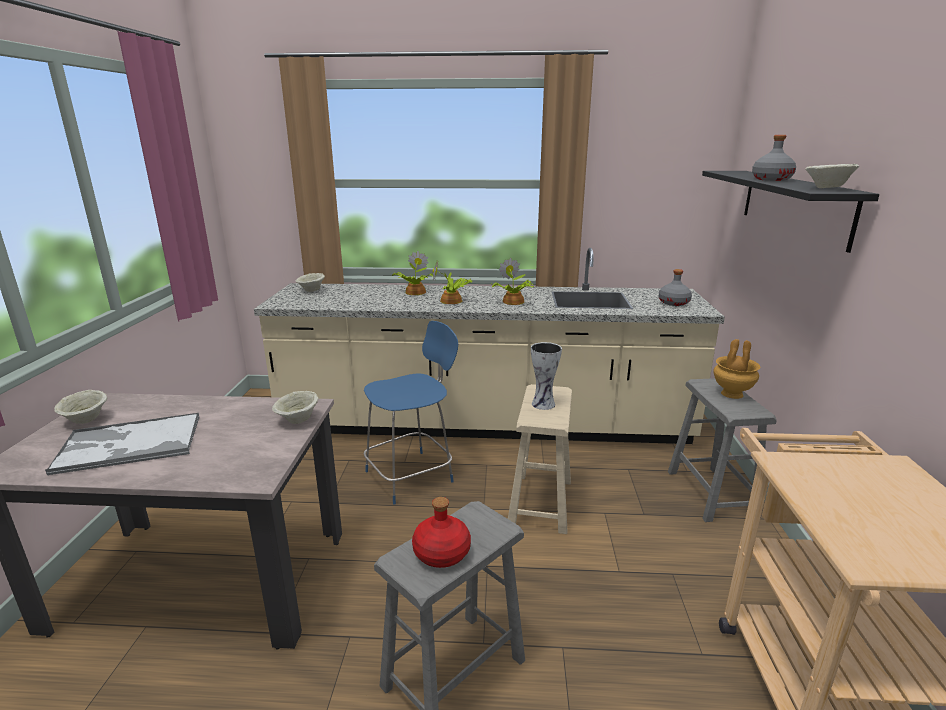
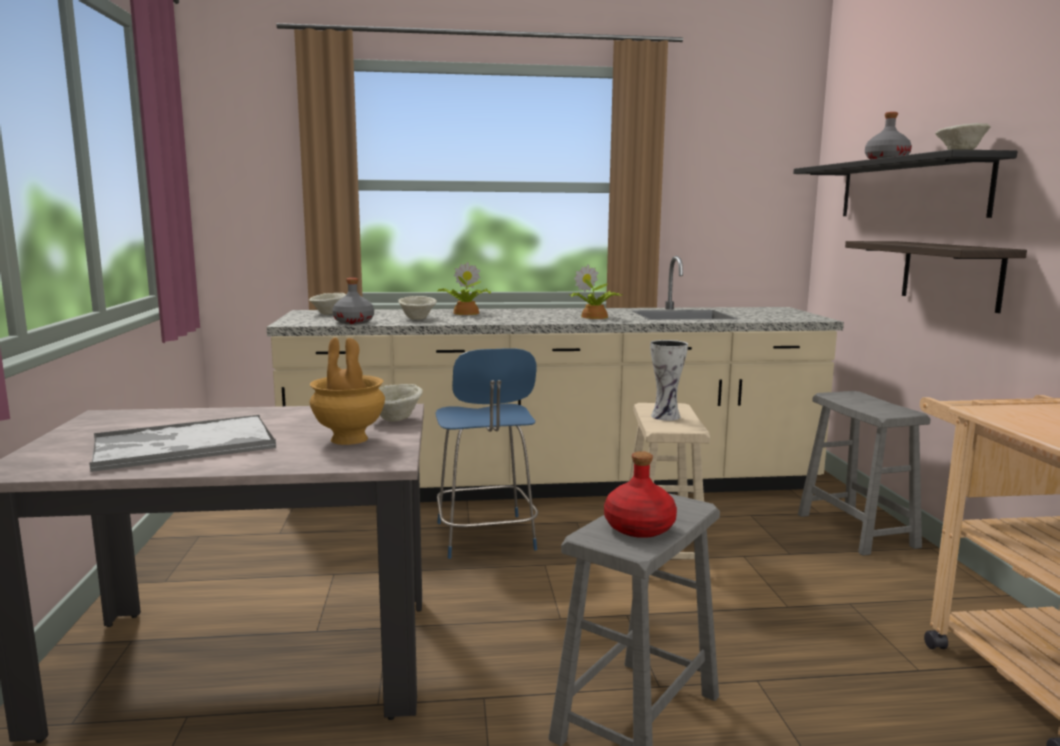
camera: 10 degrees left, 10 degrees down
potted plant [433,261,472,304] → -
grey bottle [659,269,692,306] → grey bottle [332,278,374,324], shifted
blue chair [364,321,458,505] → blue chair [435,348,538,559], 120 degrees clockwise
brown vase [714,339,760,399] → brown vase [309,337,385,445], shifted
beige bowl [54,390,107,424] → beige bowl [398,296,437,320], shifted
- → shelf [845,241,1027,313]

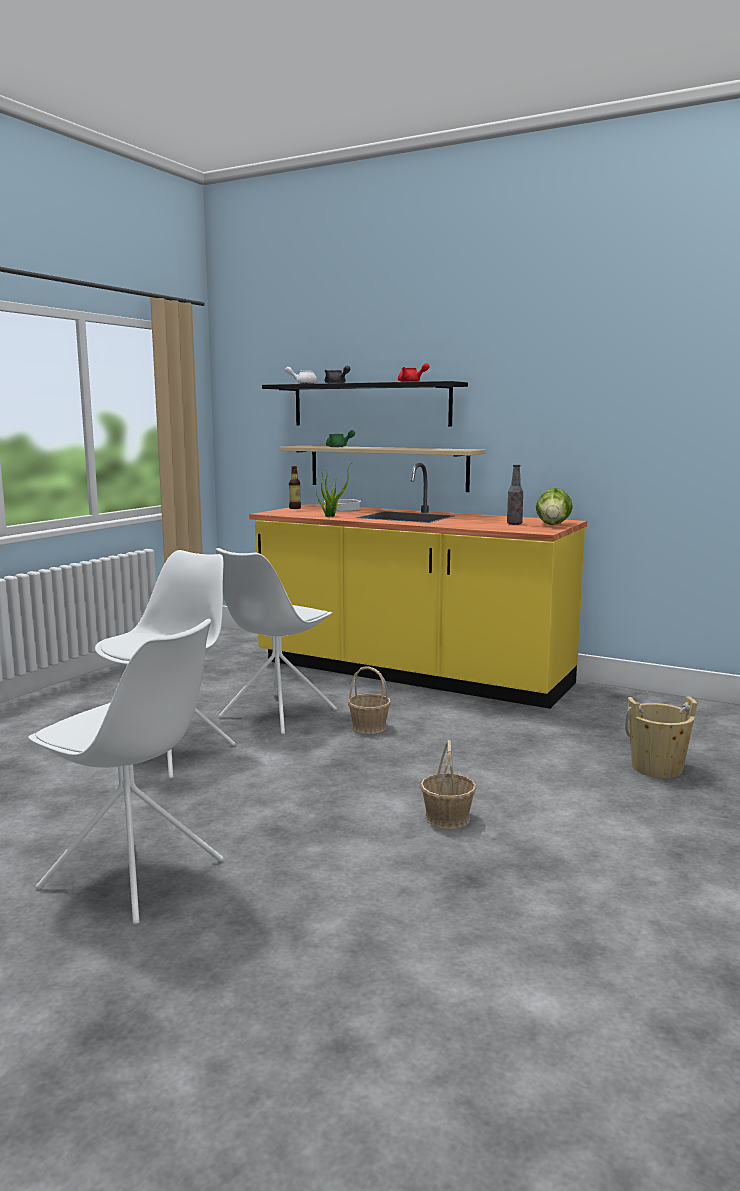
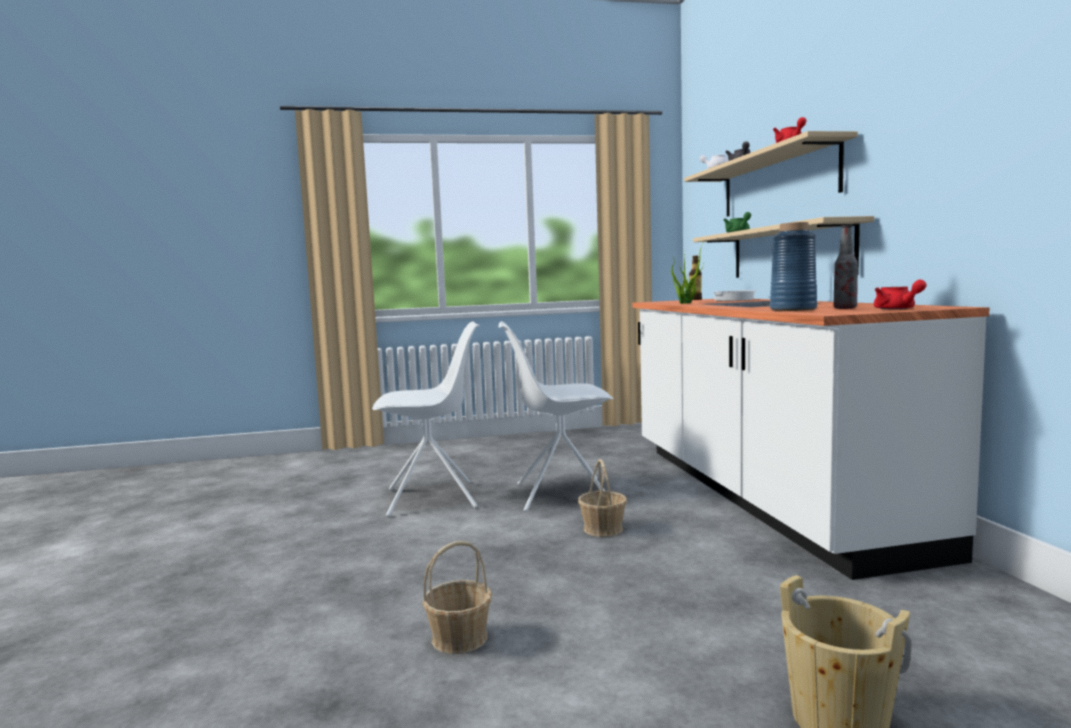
camera: 50 degrees right, 5 degrees down
black shelf [262,381,468,427] → beige shelf [684,131,858,216]
yellow counter [249,463,587,709] → white counter [632,299,990,580]
lettuce [536,488,573,525] → red teapot [874,280,927,310]
white chair [28,619,224,925] → -
- → blue vase [770,222,817,311]

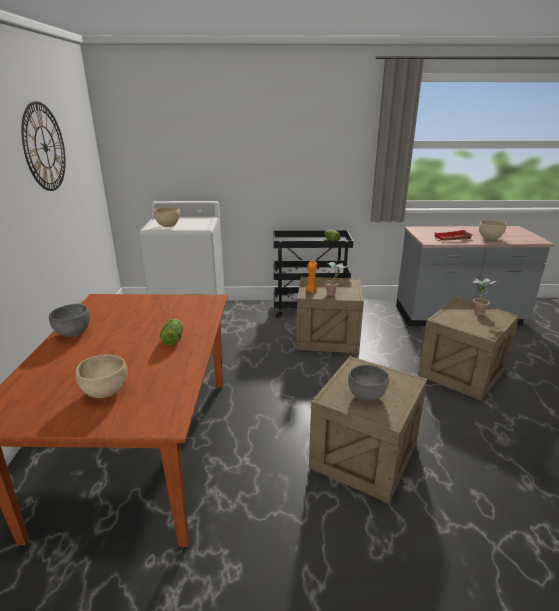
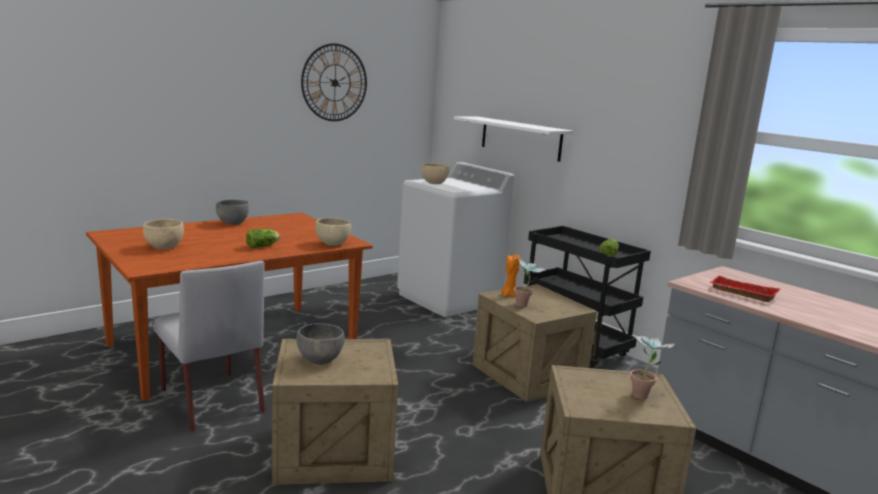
camera: 50 degrees right, 10 degrees down
beige bowl [479,220,507,240] → beige bowl [315,218,351,246], shifted
- → white shelf [454,116,573,162]
- → grey chair [153,261,265,432]

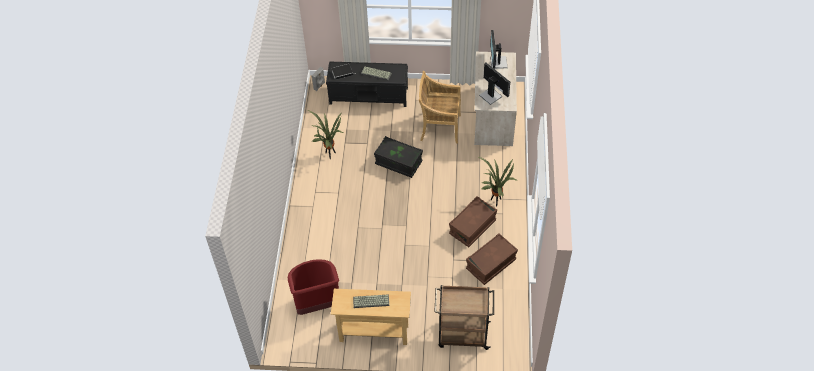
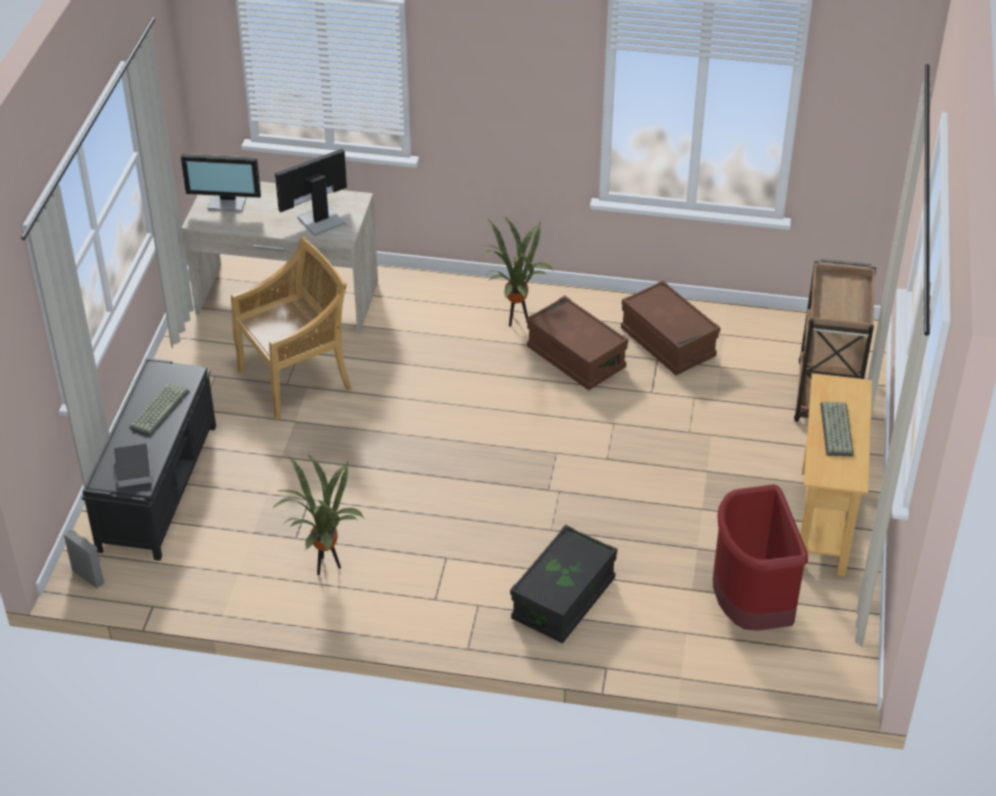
camera: 85 degrees left, 10 degrees down
beige chair [419,71,461,144] → beige chair [231,236,352,420], 135 degrees counterclockwise
black storage box [374,136,423,178] → black storage box [510,525,617,644], shifted

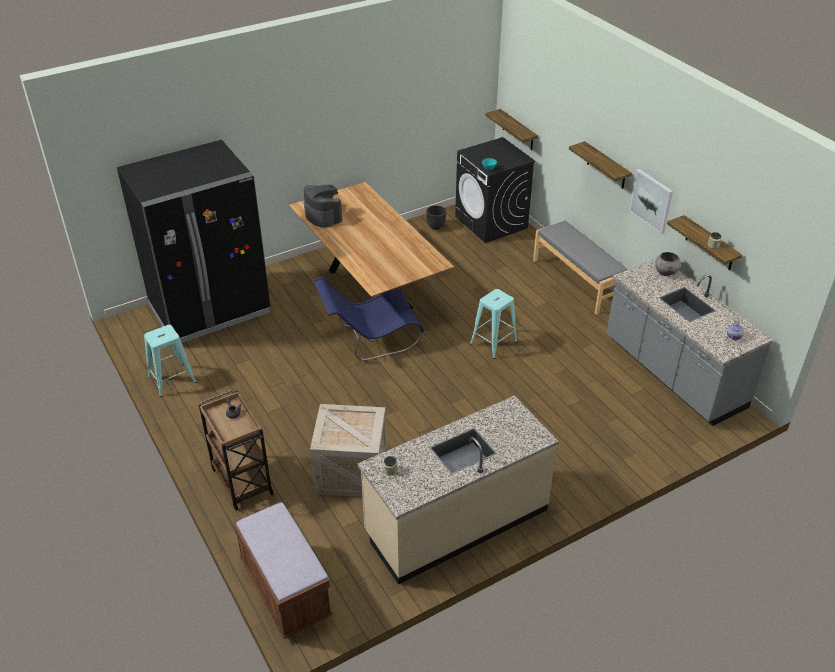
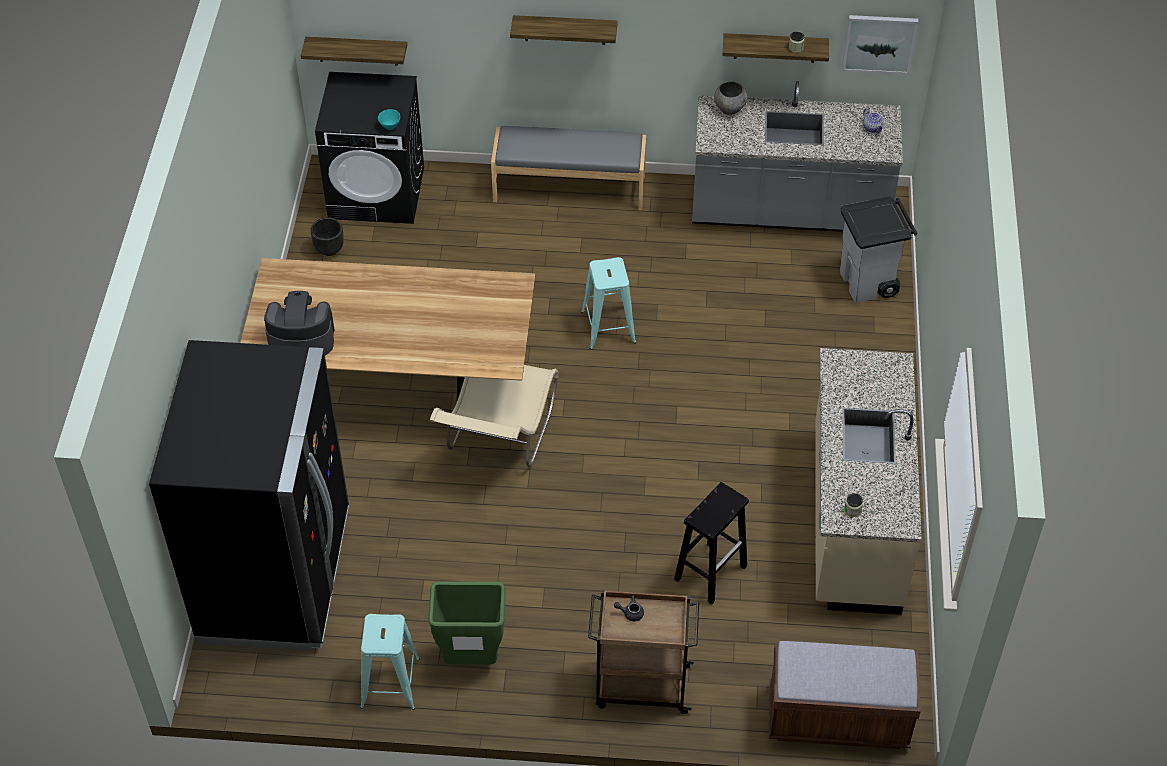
camera: 55 degrees left, 10 degrees up
picture [629,169,673,235] → picture [842,15,918,75], shifted
blue chair [313,278,424,361] → beige chair [430,365,558,467]
crate [310,404,387,497] → black stool [674,482,749,605]
- → grey trash can [840,196,917,303]
- → green trash can [428,581,506,664]

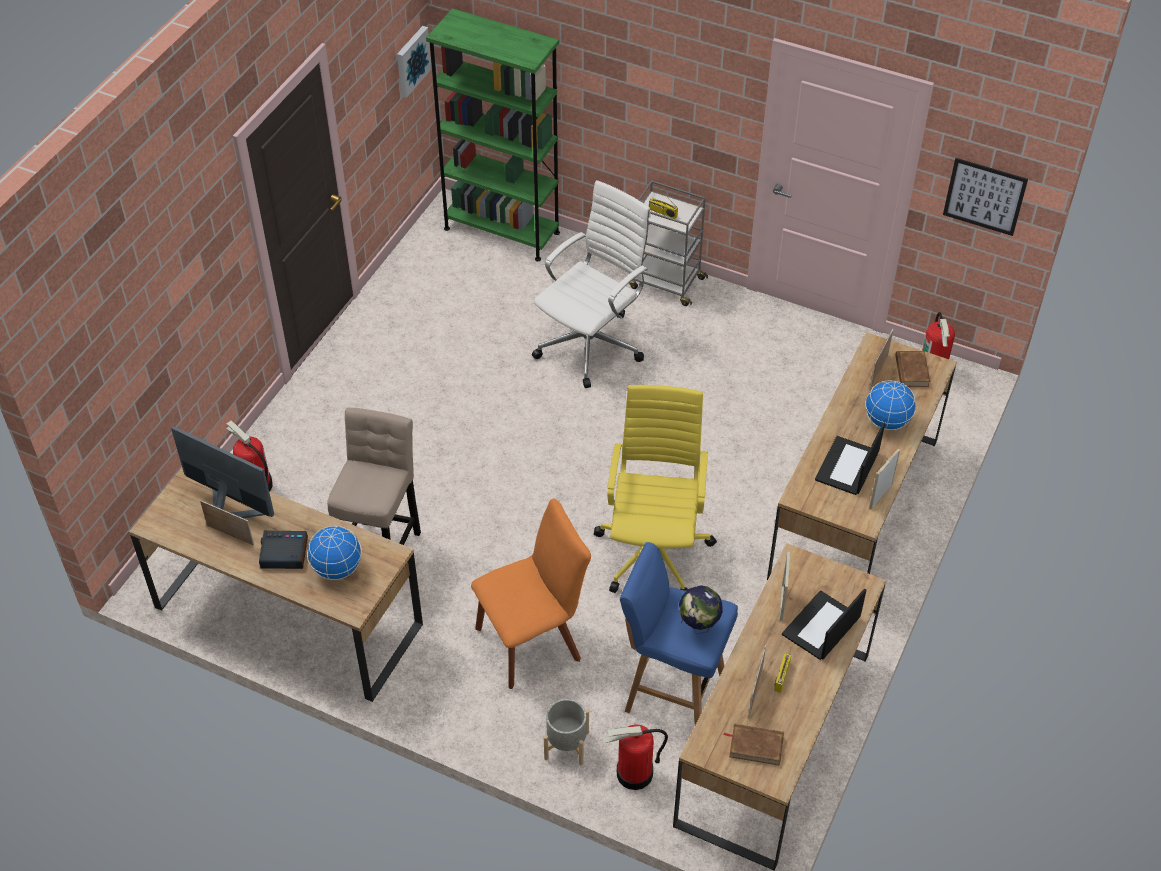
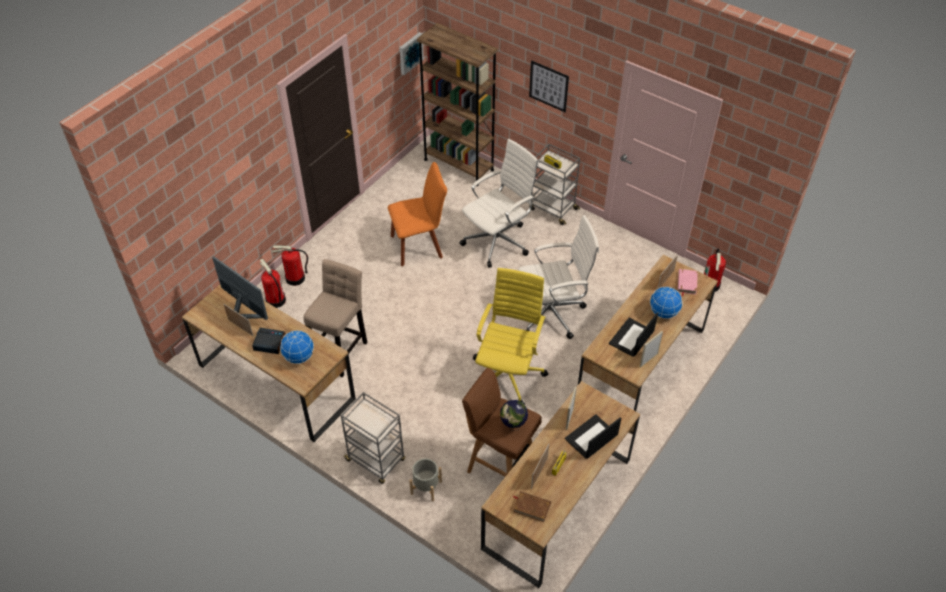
camera: 10 degrees right, 0 degrees up
green bookcase [426,8,560,261] → brown bookcase [417,23,498,186]
picture [943,158,1028,236] → picture [529,61,569,112], shifted
brown book [895,351,930,388] → pink book [678,269,698,297]
orange chair [471,499,591,689] → orange chair [388,162,447,266], shifted
blue stool [620,542,738,725] → brown stool [462,368,542,477]
fire extinguisher [603,724,668,790] → fire extinguisher [272,245,308,286], shifted
- → white office chair [518,215,599,339]
- → grey cart [341,392,405,484]

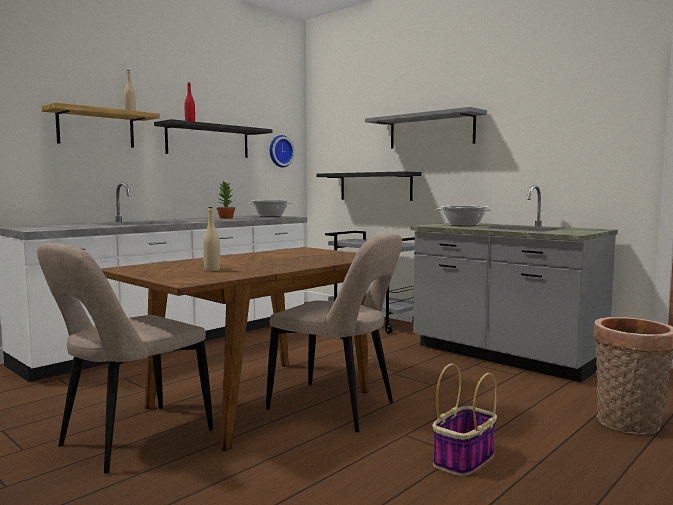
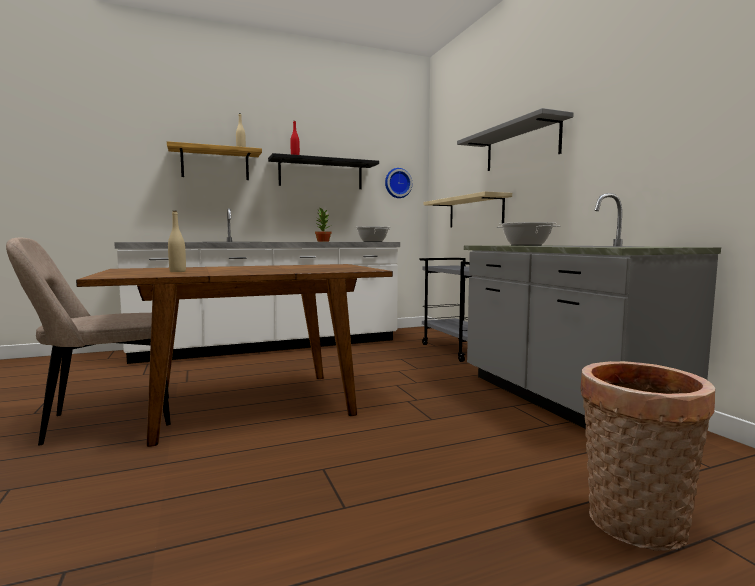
camera: 25 degrees right, 0 degrees up
black shelf [316,171,422,201] → beige shelf [424,191,512,228]
beige chair [266,233,402,432] → -
basket [432,364,497,476] → -

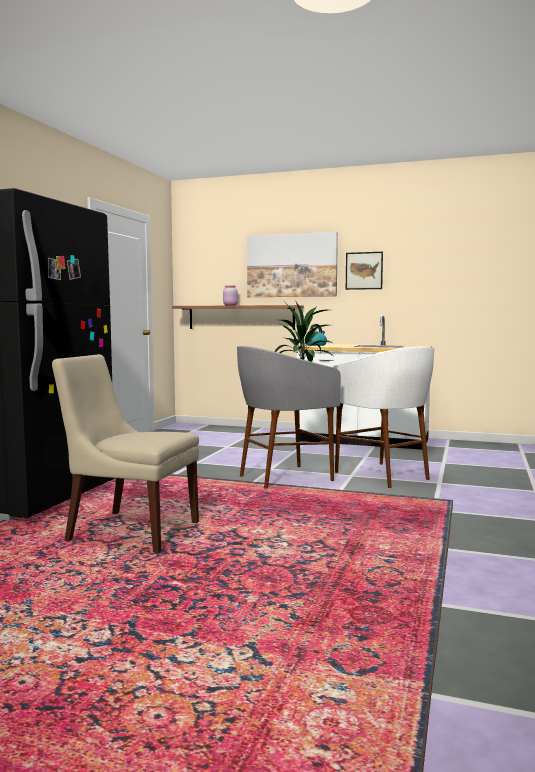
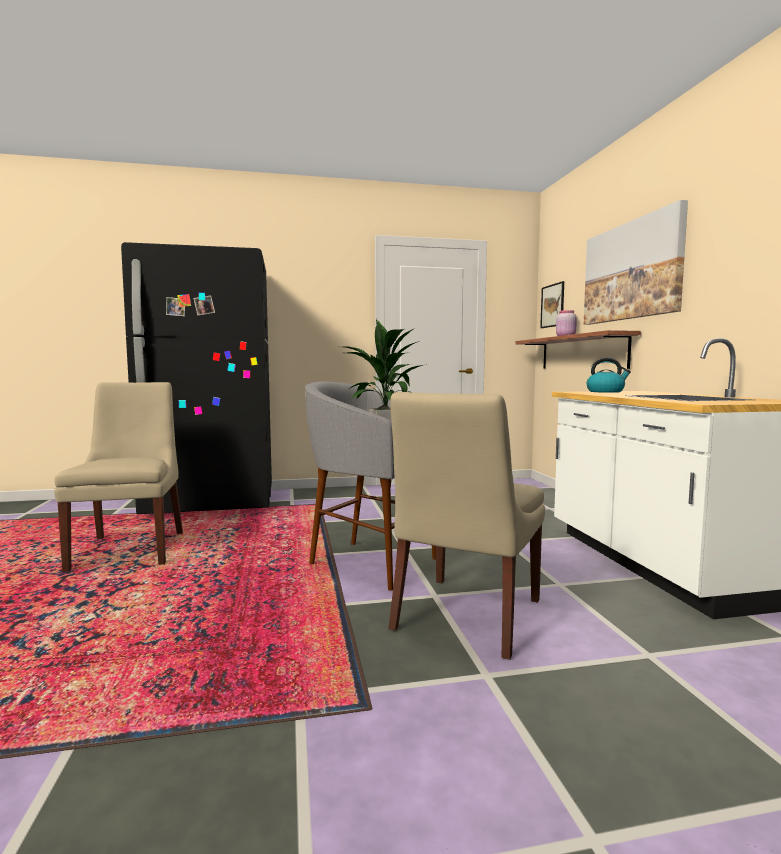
camera: 60 degrees right, 0 degrees up
picture [346,252,383,290] → picture [540,281,564,328], shifted
white stool [333,347,434,488] → beige chair [388,392,545,660]

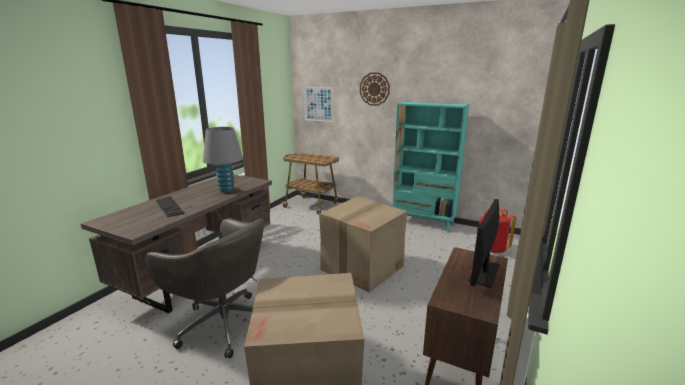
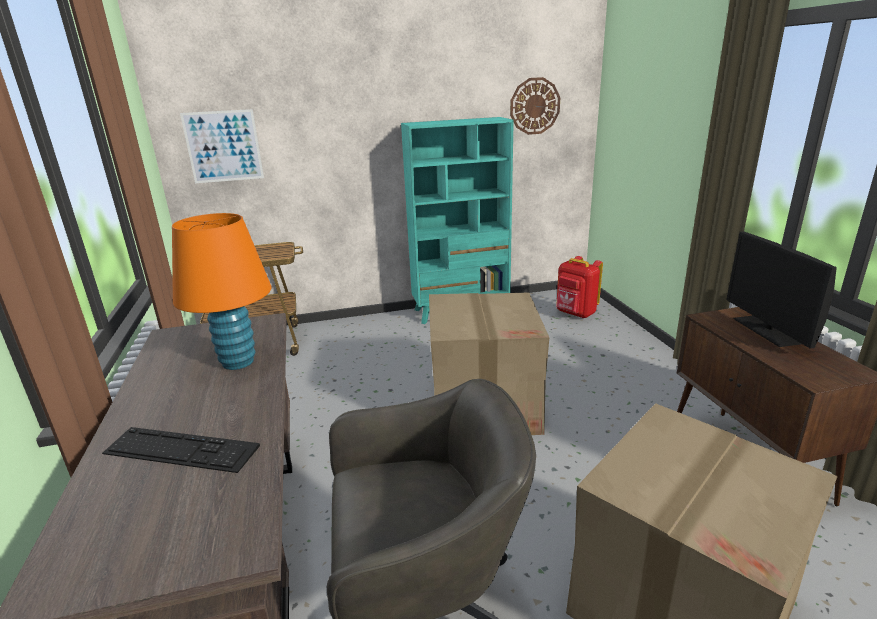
camera: 40 degrees left, 5 degrees up
wall clock [360,72,390,106] → wall clock [510,77,560,135], shifted
grey table lamp [203,127,243,193] → orange table lamp [172,213,271,370]

